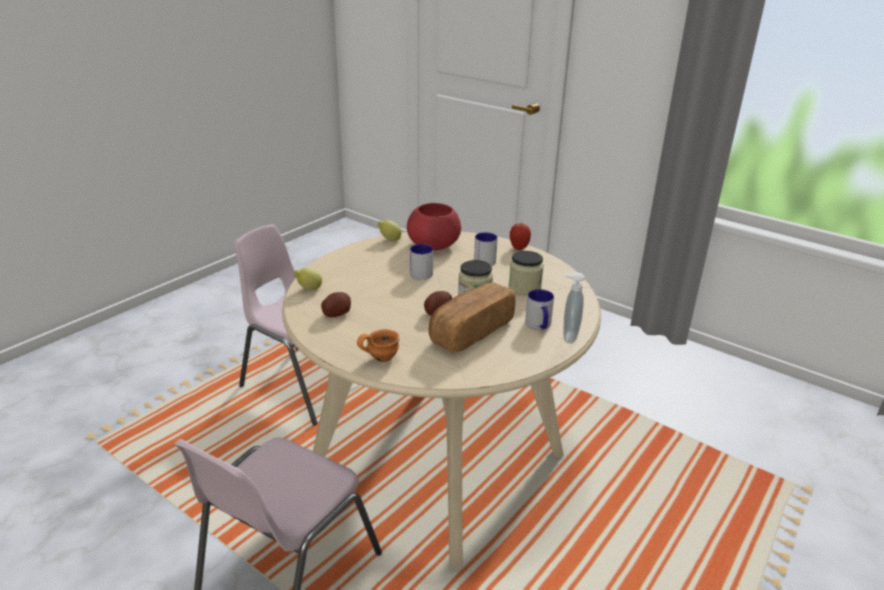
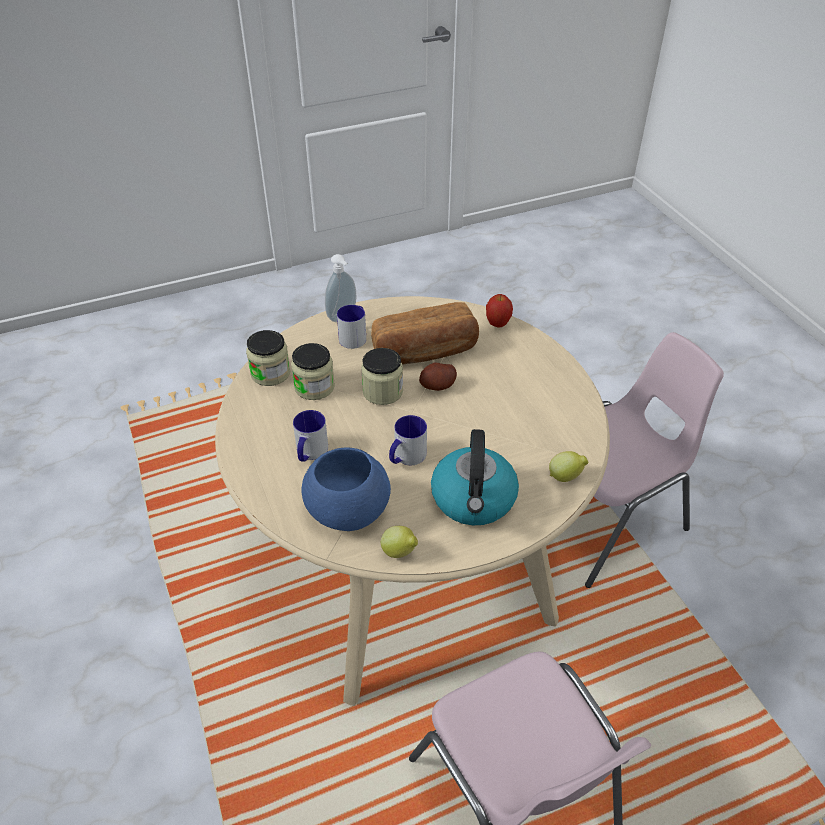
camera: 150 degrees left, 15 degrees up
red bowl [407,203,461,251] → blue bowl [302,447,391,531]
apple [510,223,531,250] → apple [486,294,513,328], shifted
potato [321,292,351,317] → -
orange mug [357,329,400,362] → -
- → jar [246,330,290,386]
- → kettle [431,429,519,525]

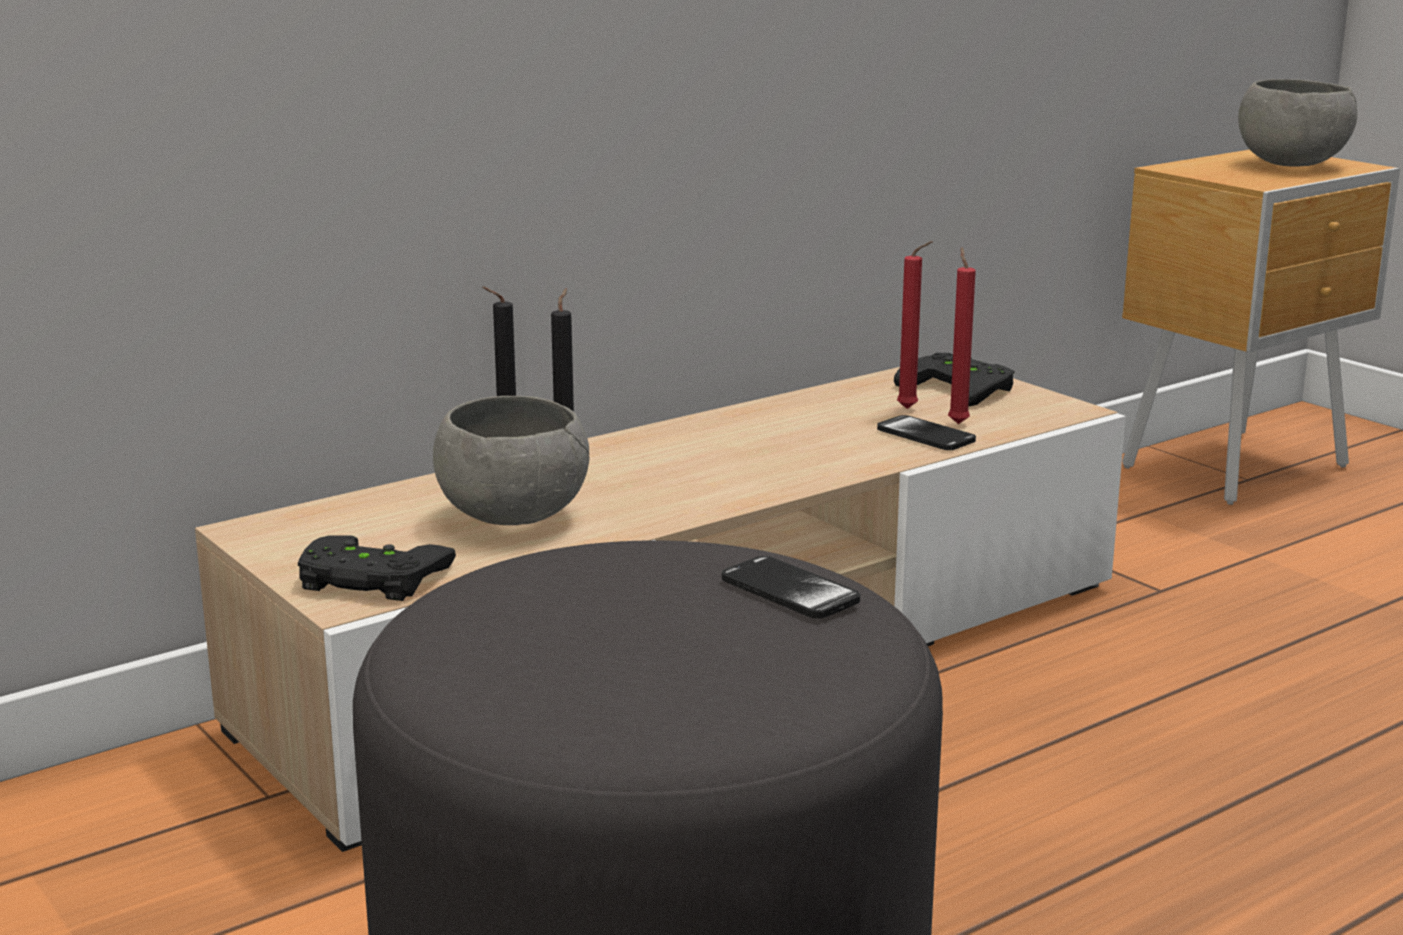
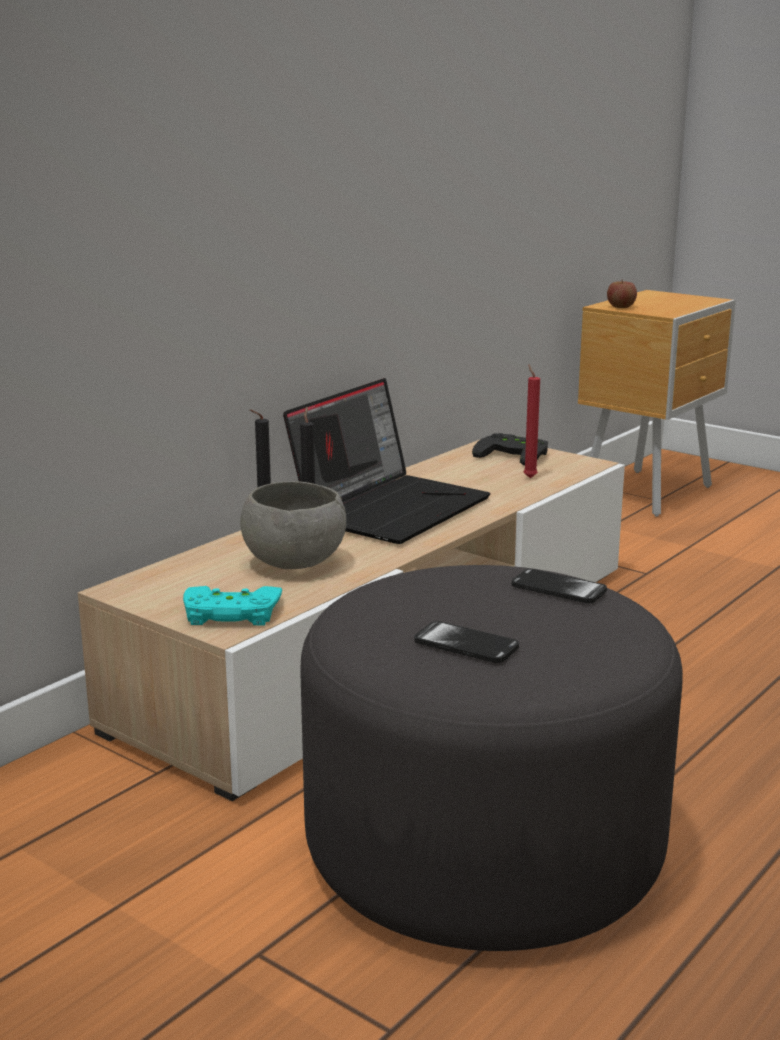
camera: 15 degrees left, 0 degrees up
grey bowl [1238,79,1357,167] → -
red candle [897,241,932,409] → -
phone [877,415,976,450] → phone [414,621,519,663], shifted
black game controller [298,535,456,601] → turquoise game controller [183,586,282,625]
- → apple [607,279,637,308]
- → laptop [283,378,491,544]

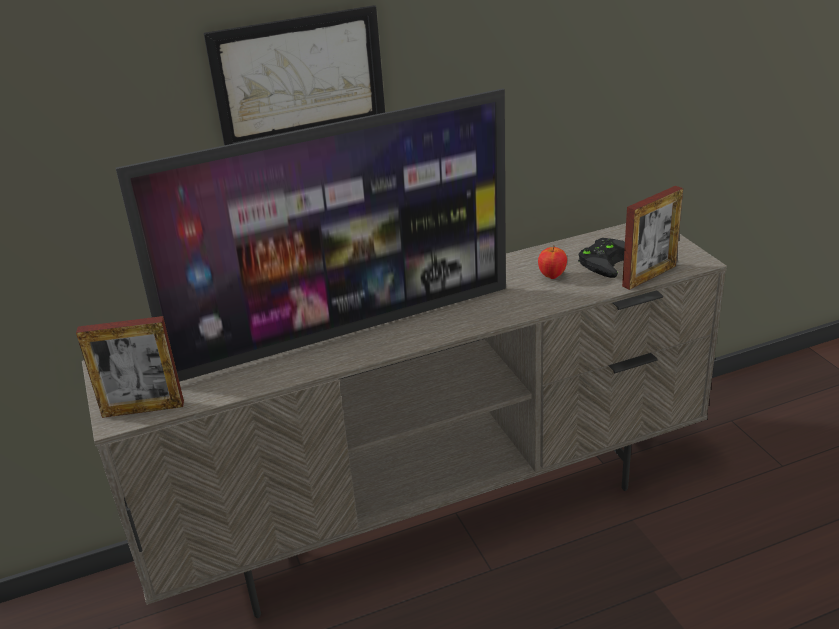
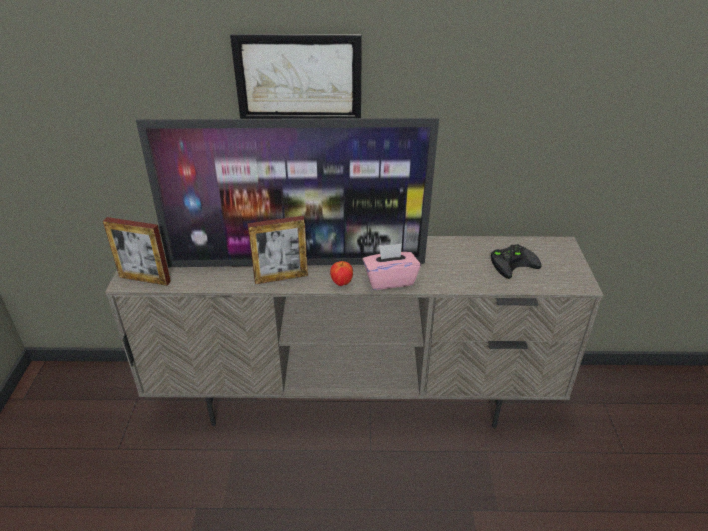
camera: 20 degrees right, 5 degrees up
picture frame [622,186,683,290] → picture frame [247,216,308,284], shifted
apple [538,245,567,279] → apple [330,261,353,286], shifted
- → pink tissue box [362,243,421,290]

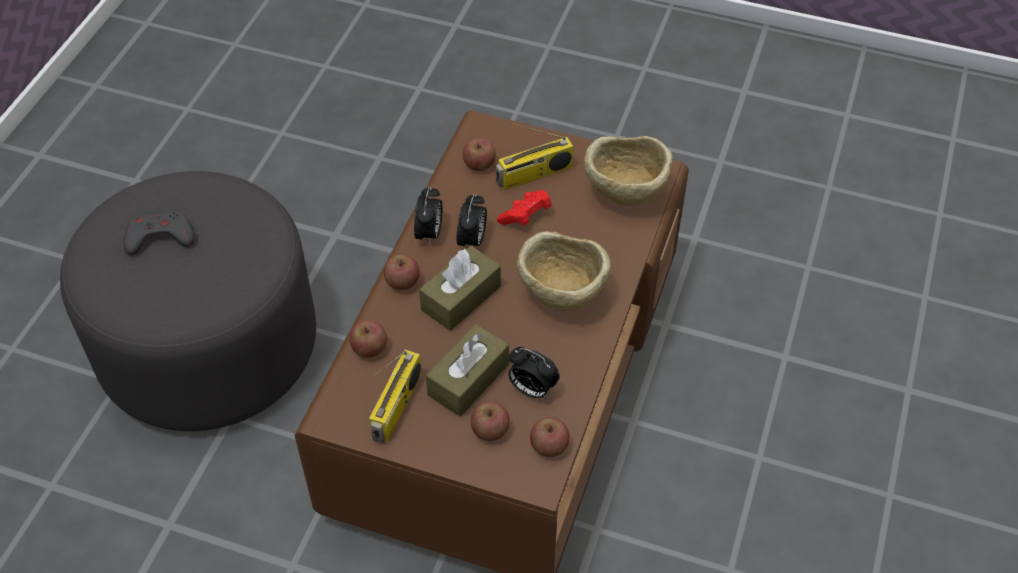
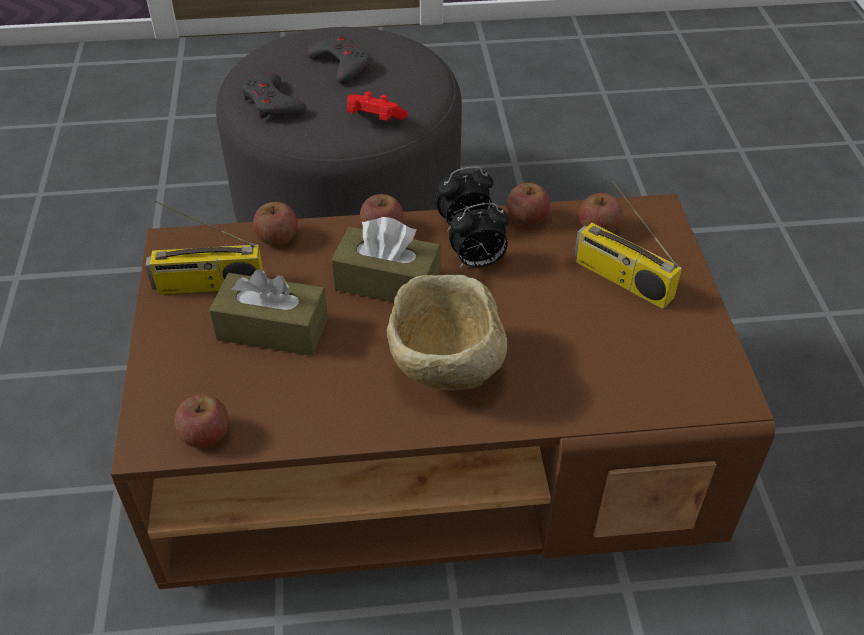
camera: 65 degrees right, 5 degrees down
beige bowl [584,136,673,206] → -
red game controller [497,190,552,226] → red game controller [347,91,408,121], shifted
alarm clock [508,347,559,398] → -
apple [471,402,510,441] → apple [507,183,550,226], shifted
- → grey game controller [242,72,307,119]

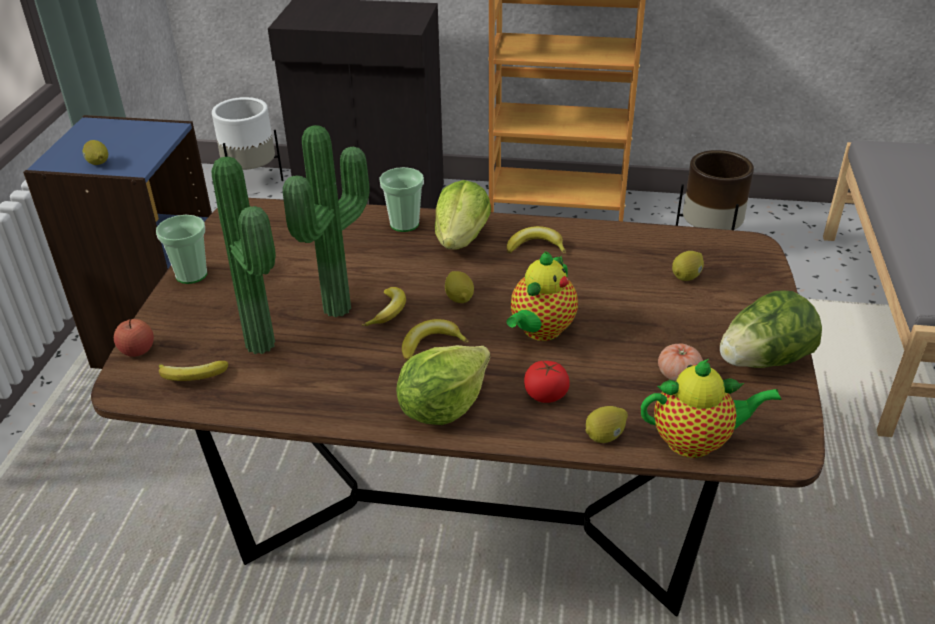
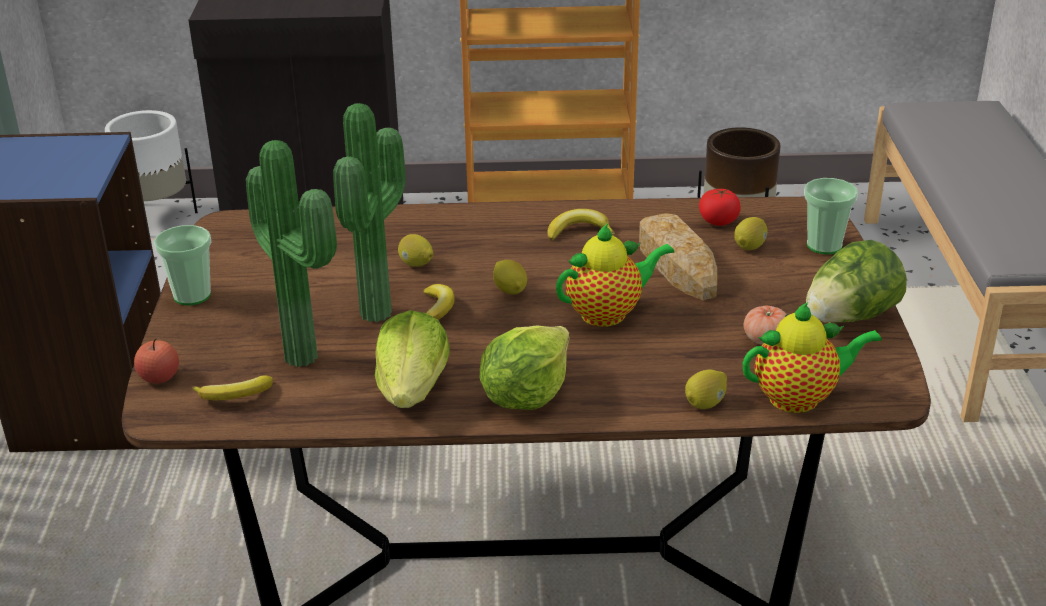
camera: 10 degrees left, 5 degrees down
lemon [83,140,108,165] → lemon [398,234,433,267], shifted
cup [379,167,424,232] → cup [804,178,858,254], shifted
lettuce [435,180,491,250] → lettuce [375,310,450,408], shifted
teapot [506,251,578,341] → teapot [556,224,675,327], 135 degrees counterclockwise
banana [402,319,469,361] → -
tomato [524,361,570,403] → tomato [699,189,741,226], shifted
- → bread [639,213,717,300]

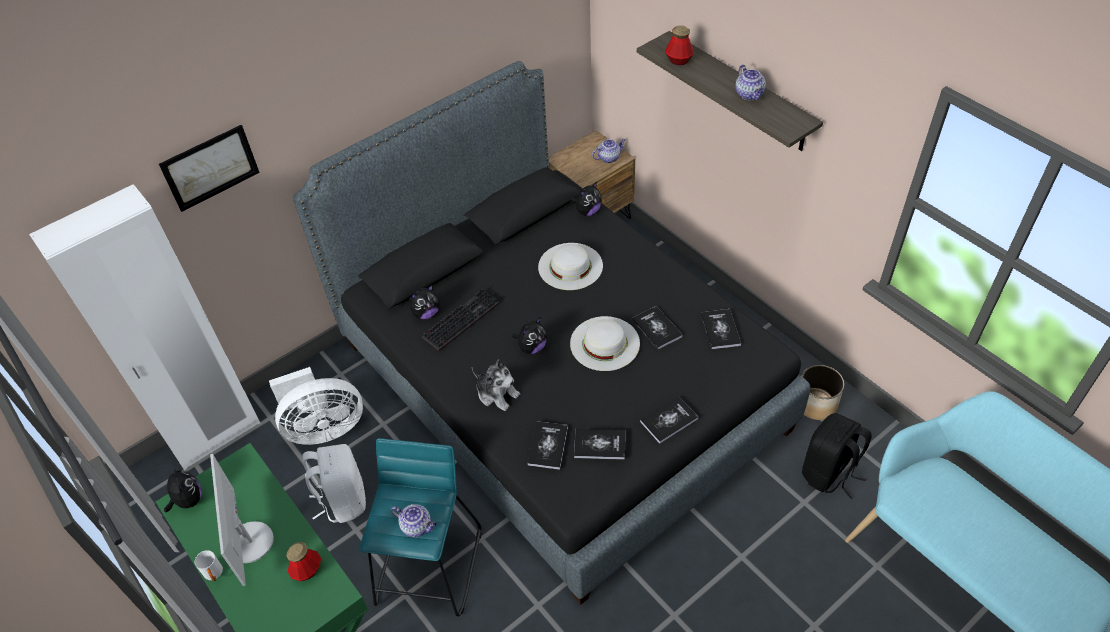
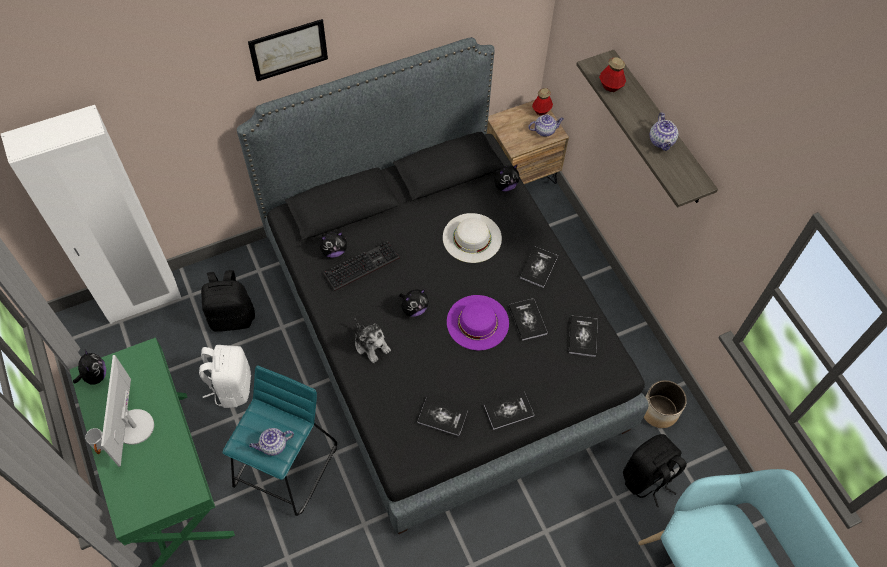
camera: 10 degrees right, 10 degrees up
picture [159,125,260,212] → picture [248,19,328,81], shifted
white hat [570,316,640,371] → purple hat [447,295,509,350]
white fan [269,367,363,445] → black backpack [201,270,255,332]
book [527,421,568,470] → book [520,247,558,288], shifted
teapot [391,504,437,537] → teapot [249,428,294,456], 120 degrees clockwise
bottle [286,542,321,581] → bottle [532,88,553,115], shifted

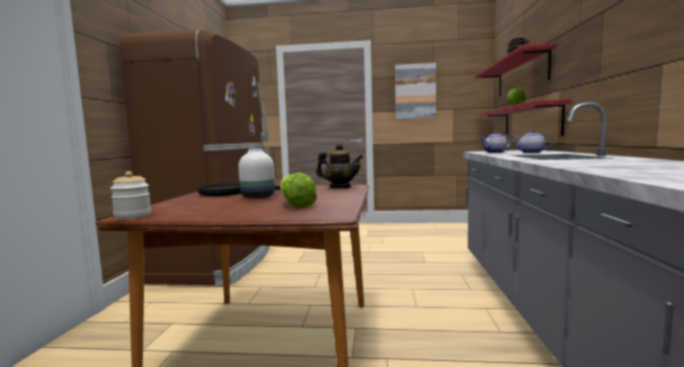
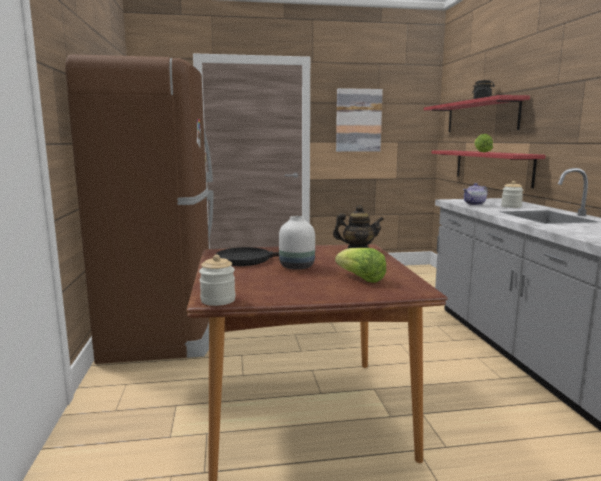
camera: 15 degrees left, 5 degrees up
teapot [512,130,554,153] → jar [501,181,523,208]

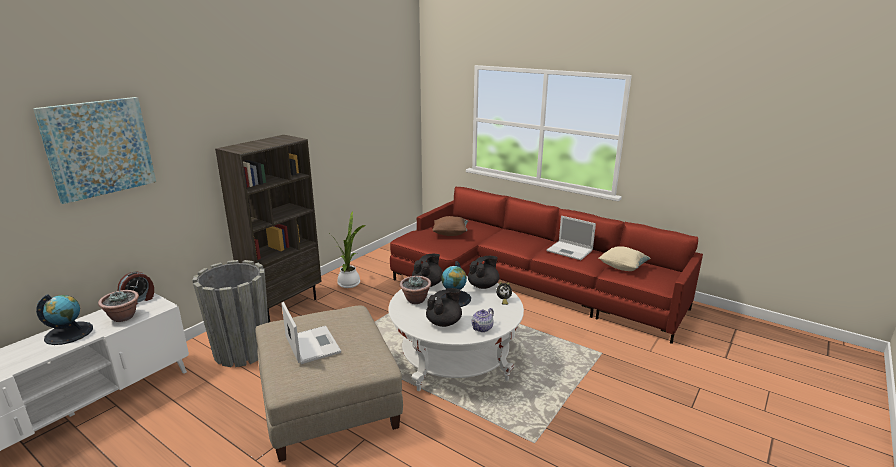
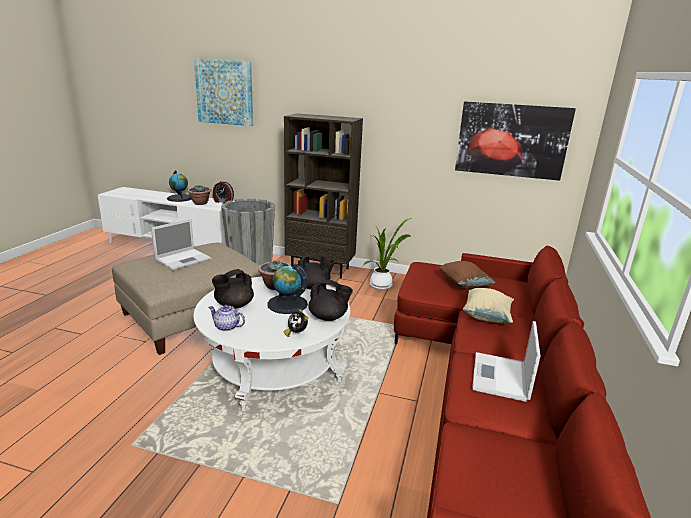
camera: 70 degrees right, 0 degrees up
beige pillow [599,246,651,271] → beige pillow [463,288,514,323], shifted
black teapot [426,288,462,327] → black teapot [212,269,254,309], 105 degrees clockwise
- → picture [455,101,576,181]

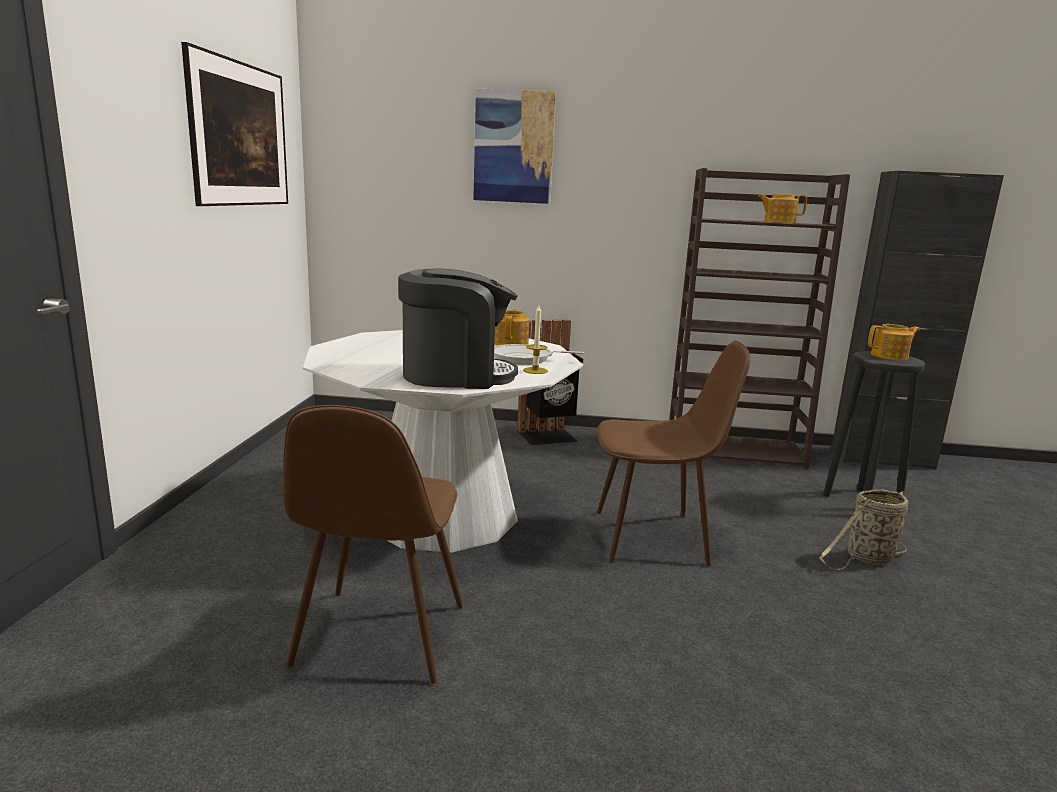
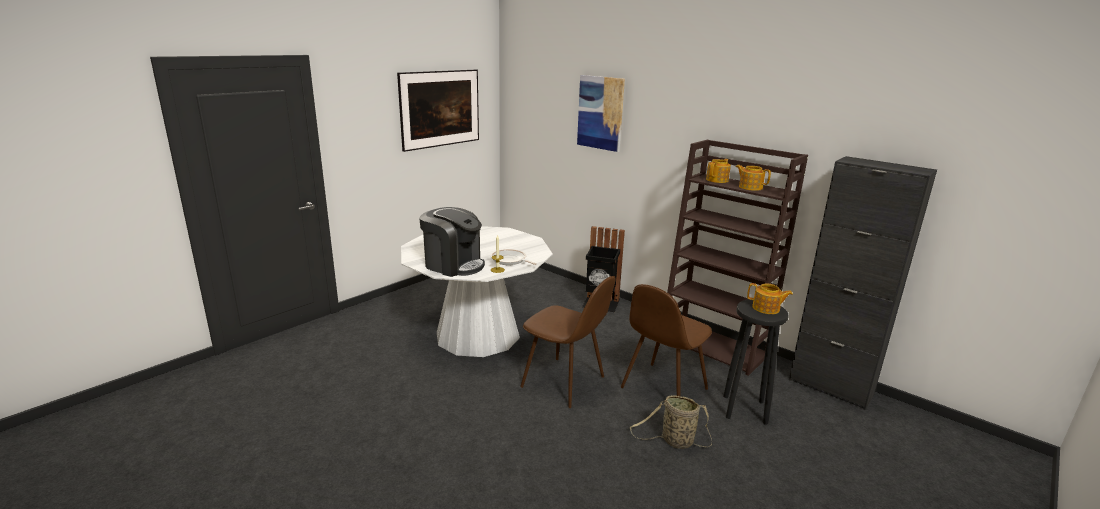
camera: 35 degrees right, 5 degrees up
teapot [494,309,529,346] → teapot [706,159,731,183], shifted
brown chair [283,405,463,684] → brown chair [621,284,712,396], shifted

